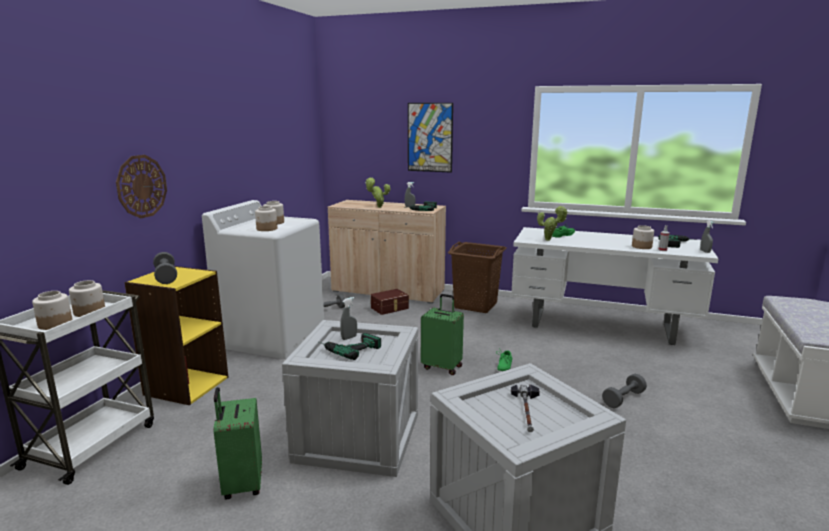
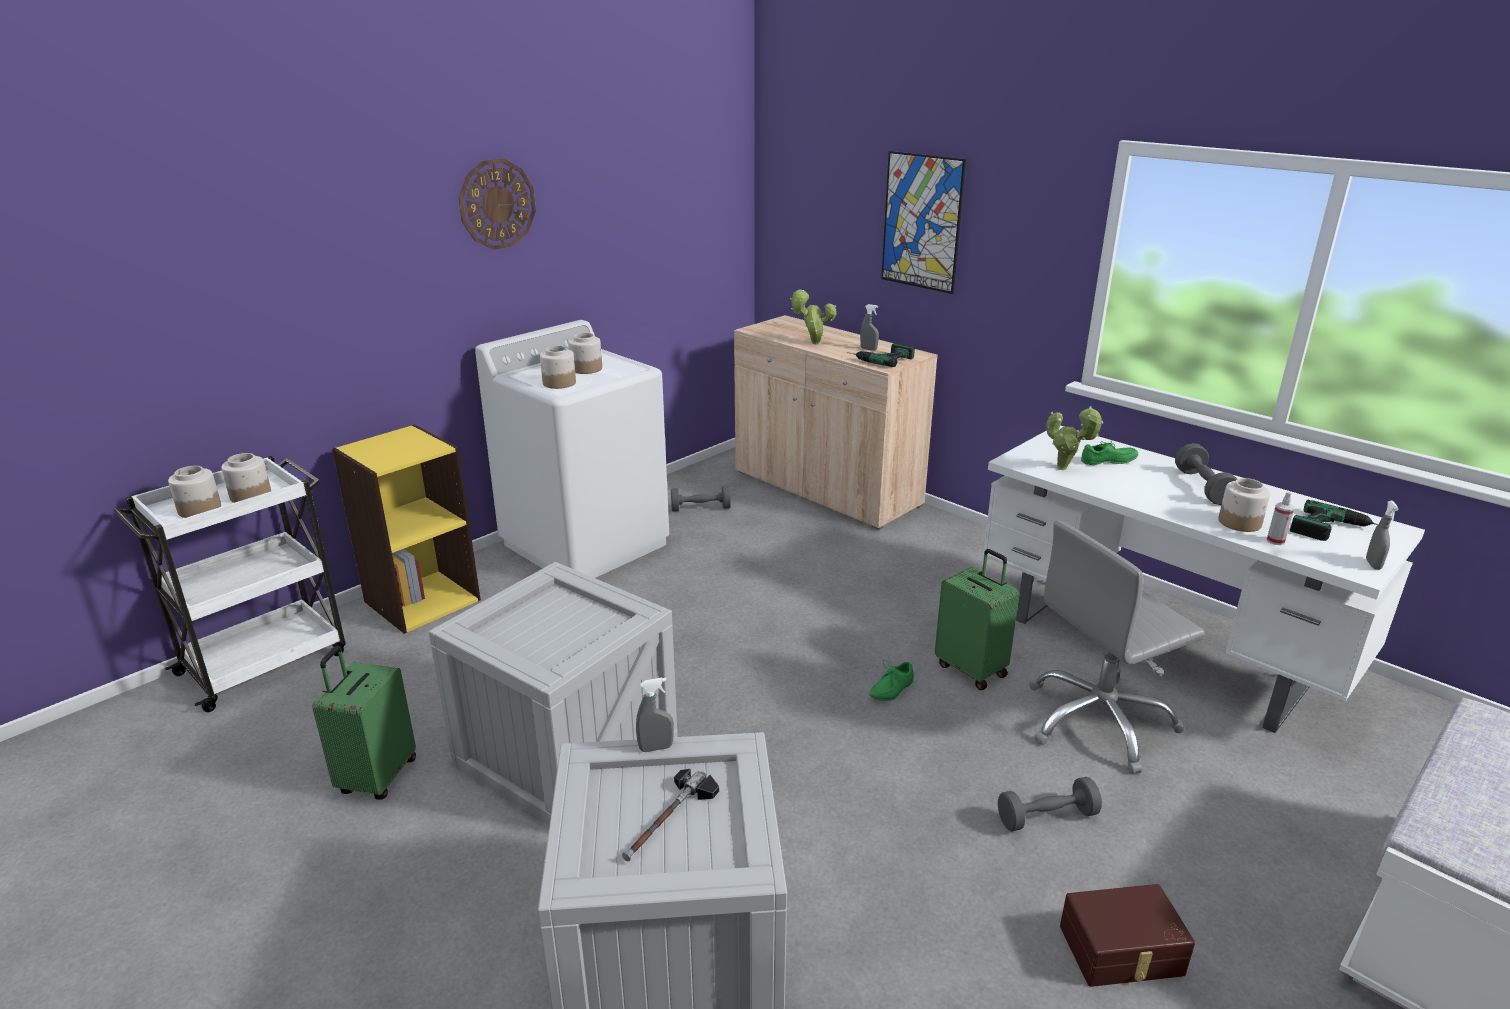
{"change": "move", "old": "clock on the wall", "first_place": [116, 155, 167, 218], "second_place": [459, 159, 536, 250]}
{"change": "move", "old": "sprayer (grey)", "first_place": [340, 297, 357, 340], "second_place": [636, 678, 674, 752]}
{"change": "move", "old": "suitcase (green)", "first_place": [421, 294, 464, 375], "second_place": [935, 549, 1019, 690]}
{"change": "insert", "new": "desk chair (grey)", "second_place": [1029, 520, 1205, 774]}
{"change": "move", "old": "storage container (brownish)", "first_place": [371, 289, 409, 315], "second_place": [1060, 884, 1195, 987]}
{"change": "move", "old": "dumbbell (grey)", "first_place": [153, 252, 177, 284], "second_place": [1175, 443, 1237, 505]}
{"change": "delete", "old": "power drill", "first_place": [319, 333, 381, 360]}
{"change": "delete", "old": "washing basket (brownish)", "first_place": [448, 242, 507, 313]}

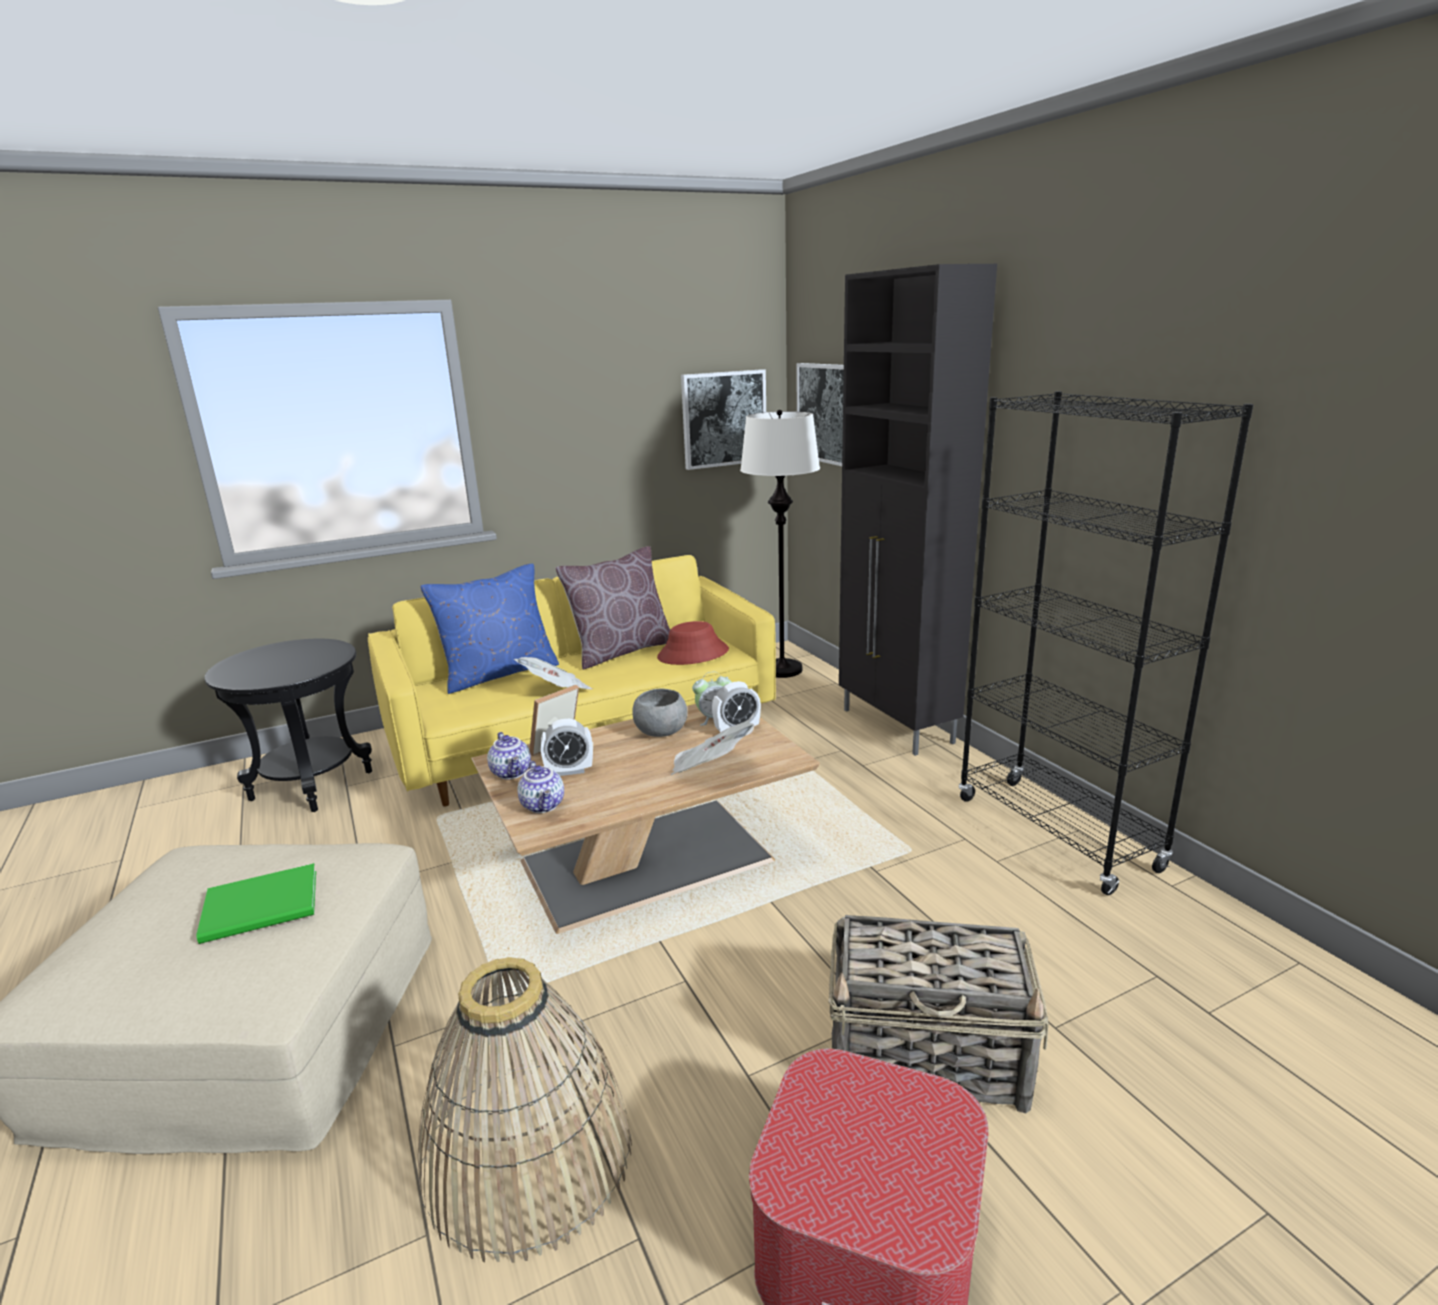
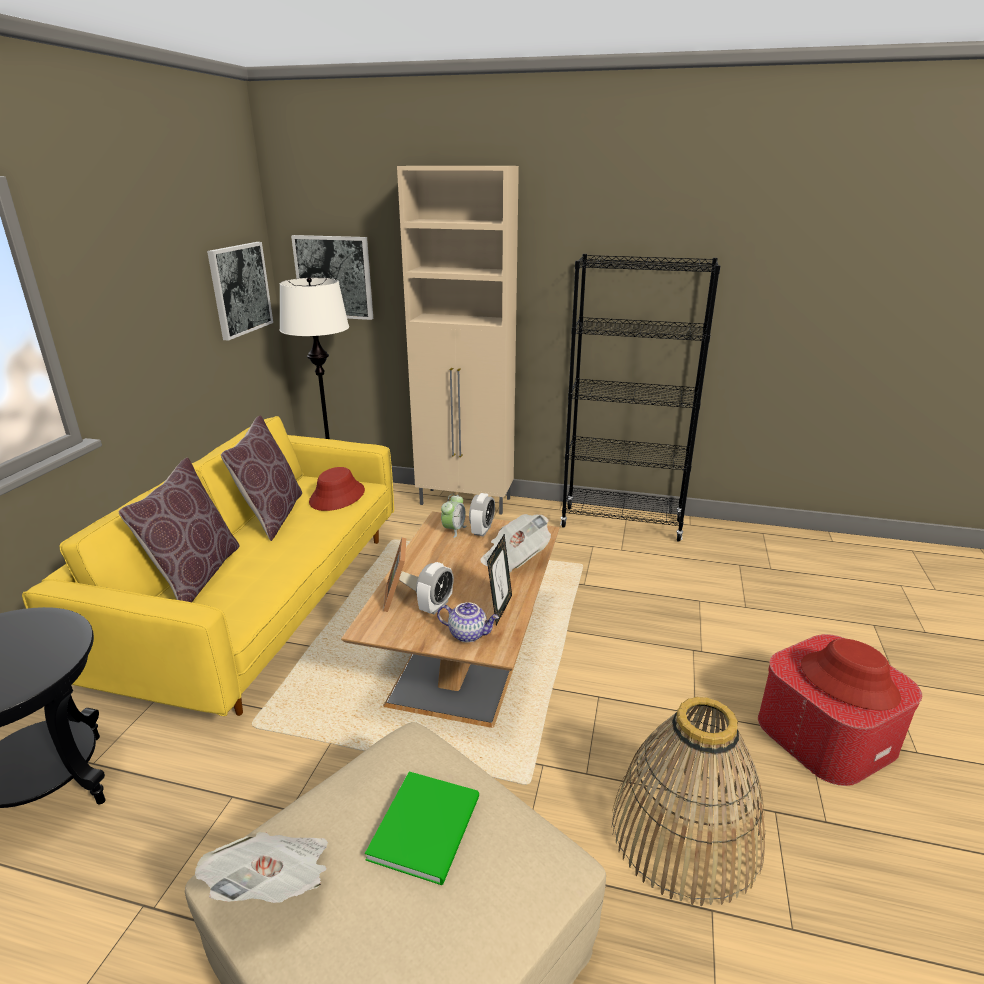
{"change": "recolor", "old": "throw pillow (bluish)", "new": "throw pillow (brownish)", "first_place": [420, 564, 559, 694], "second_place": [118, 458, 240, 602]}
{"change": "move", "old": "daily paper", "first_place": [514, 657, 593, 689], "second_place": [195, 832, 328, 903]}
{"change": "recolor", "old": "storage cabinet (black-coloured)", "new": "storage cabinet (beige)", "first_place": [839, 264, 997, 756], "second_place": [397, 166, 519, 515]}
{"change": "insert", "new": "photo frame", "second_place": [487, 534, 512, 626]}
{"change": "insert", "new": "hat (red-coloured)", "second_place": [801, 638, 901, 711]}
{"change": "delete", "old": "tea pot", "first_place": [487, 732, 531, 779]}
{"change": "delete", "old": "bowl (grey)", "first_place": [632, 688, 688, 737]}
{"change": "delete", "old": "storage basket", "first_place": [829, 915, 1048, 1113]}

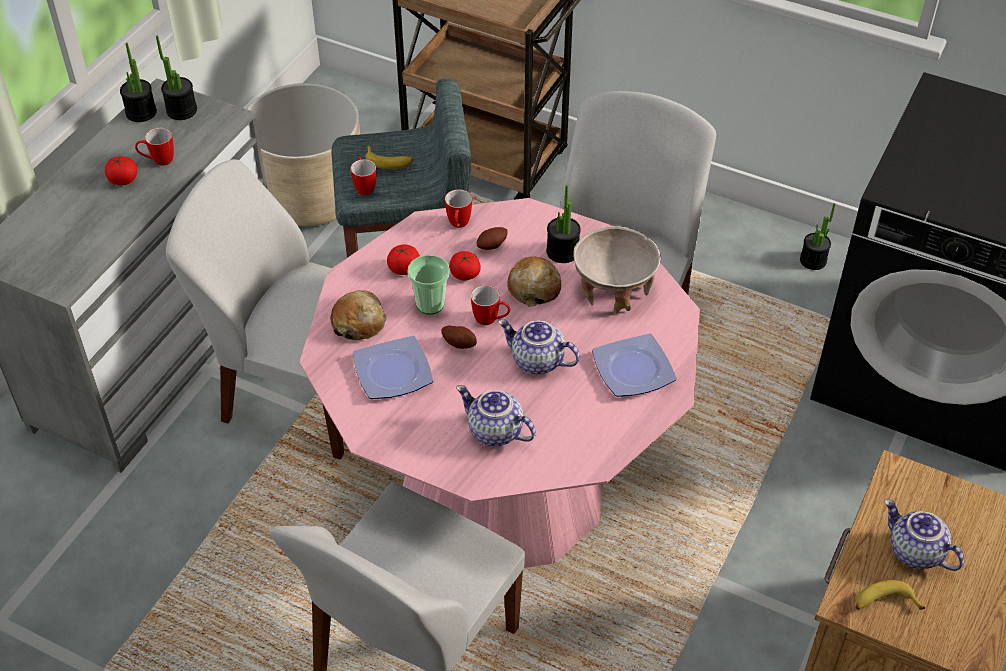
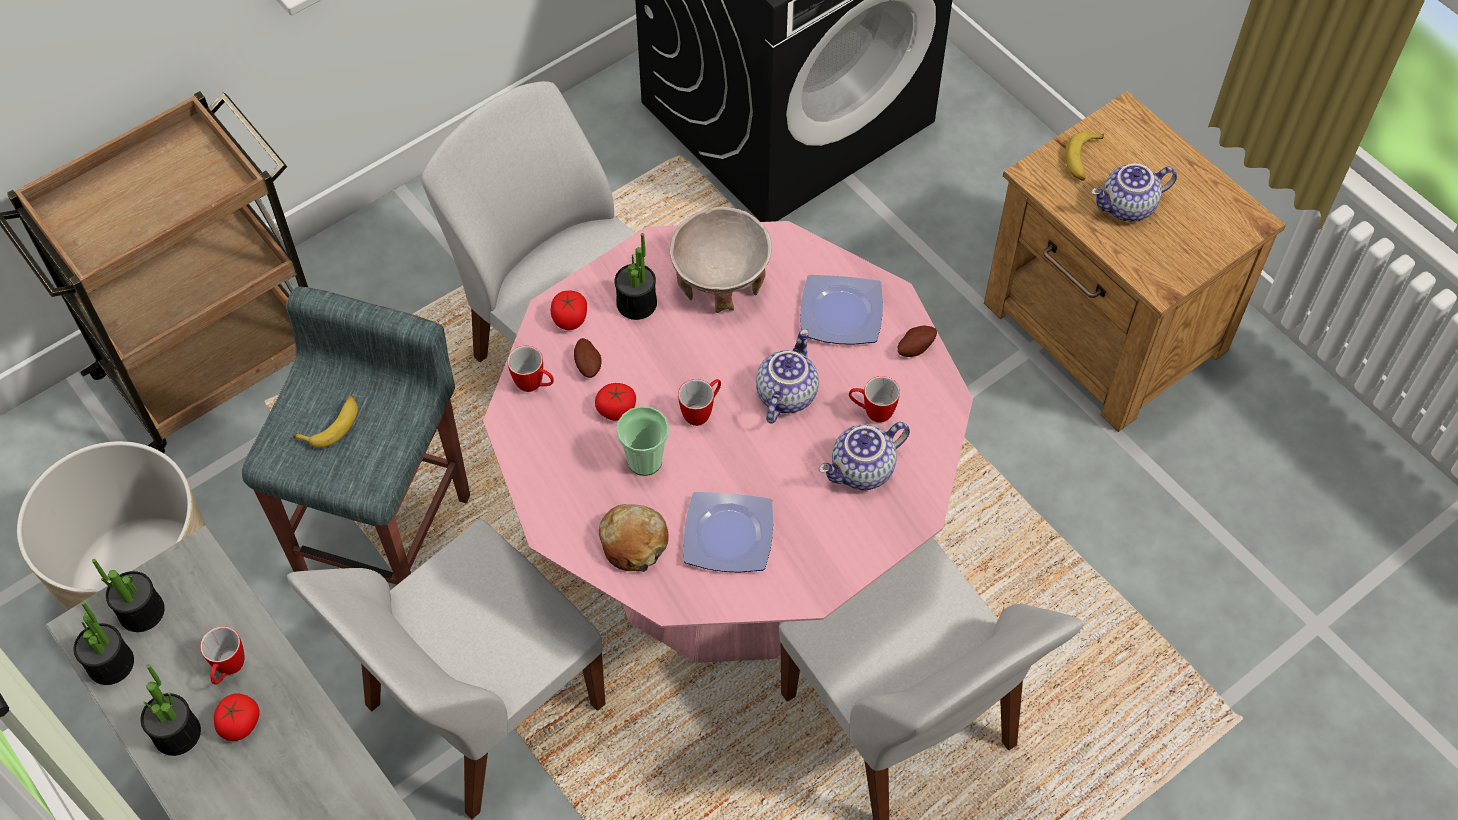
{"change": "move", "old": "potted plant", "first_place": [800, 203, 836, 270], "second_place": [141, 664, 201, 756]}
{"change": "move", "old": "whole tomato", "first_place": [387, 244, 420, 275], "second_place": [551, 291, 587, 330]}
{"change": "rotate", "old": "tea pot", "first_place": [498, 319, 580, 374], "second_place": [756, 329, 819, 423], "degrees": 150}
{"change": "move", "old": "coffee mug", "first_place": [350, 157, 376, 196], "second_place": [849, 376, 900, 423]}
{"change": "move", "old": "potato", "first_place": [442, 326, 477, 349], "second_place": [898, 326, 937, 357]}
{"change": "move", "old": "whole banana", "first_place": [855, 580, 925, 610], "second_place": [1065, 132, 1104, 181]}
{"change": "delete", "old": "baked bread", "first_place": [507, 257, 561, 307]}

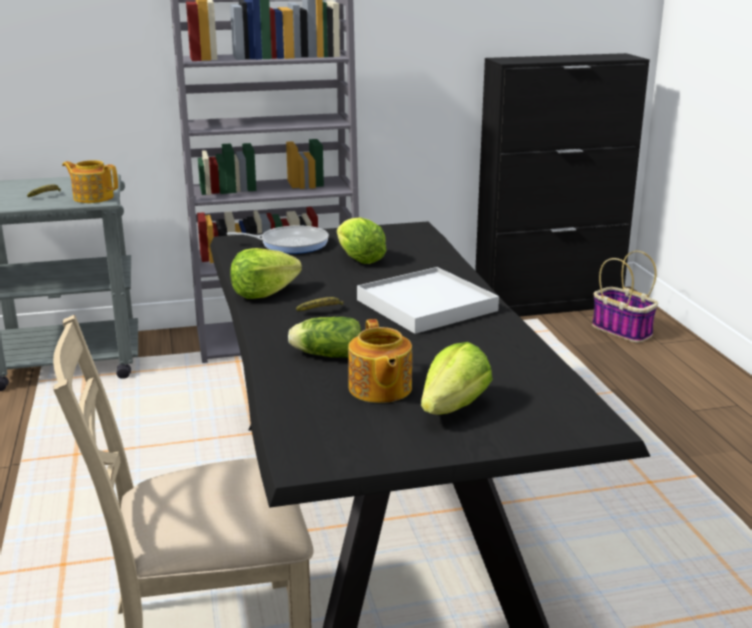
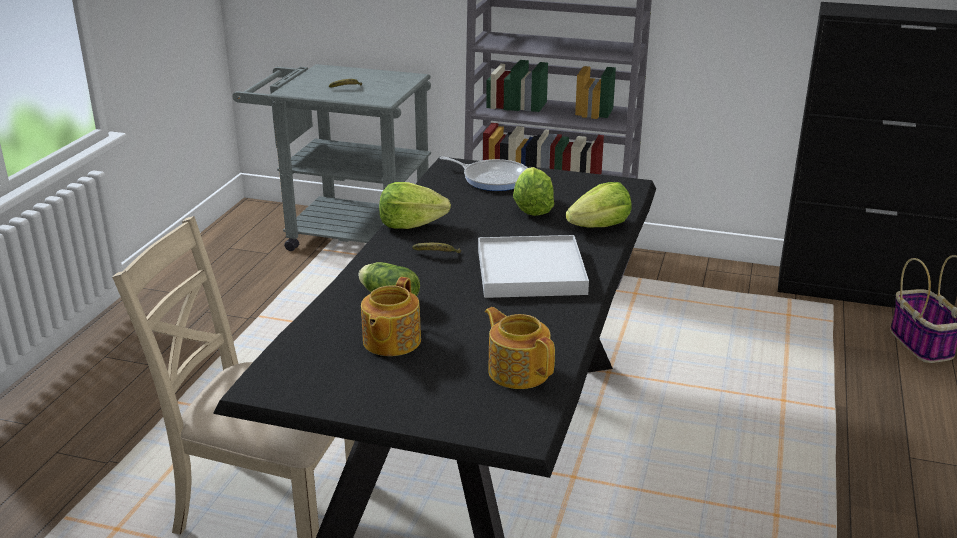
{"change": "move", "old": "tea pot", "first_place": [62, 160, 118, 203], "second_place": [485, 307, 555, 389]}
{"change": "move", "old": "lettuce head", "first_place": [421, 342, 493, 414], "second_place": [566, 182, 632, 228]}

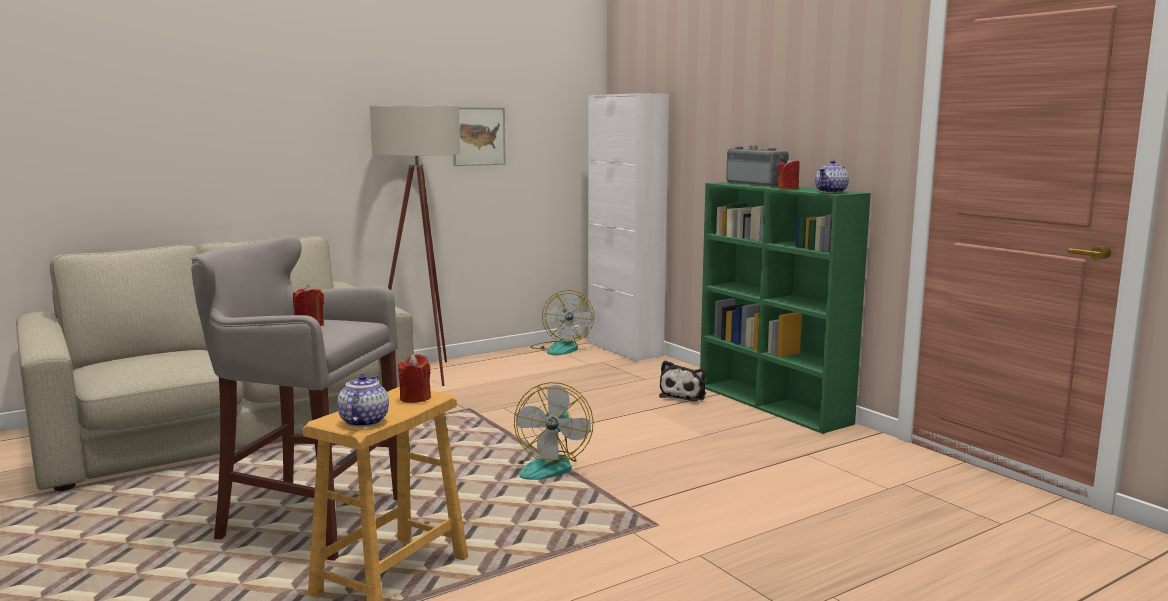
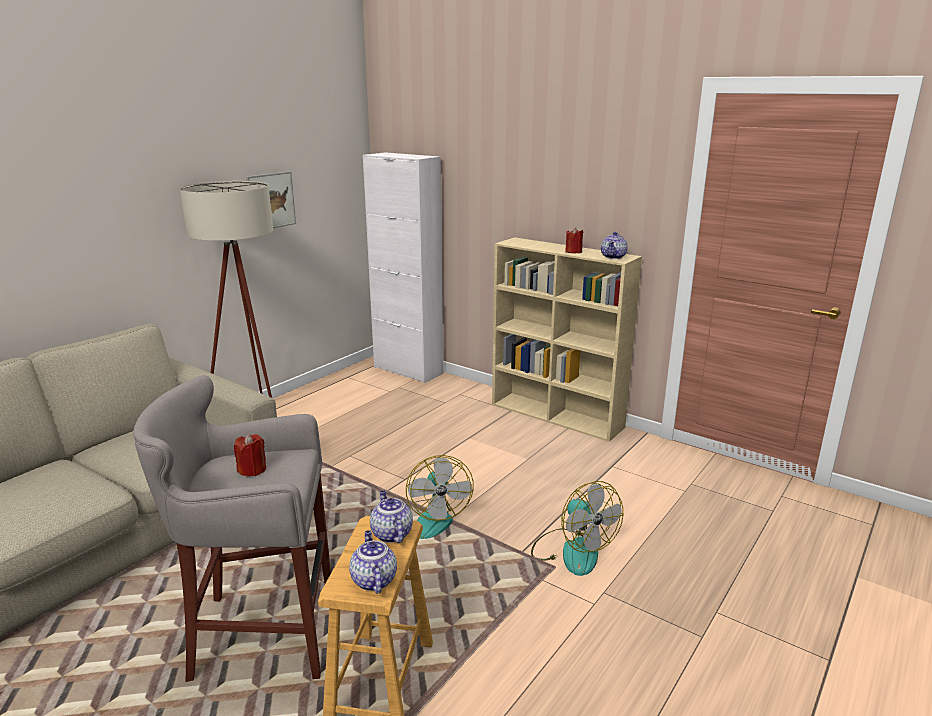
{"change": "replace", "old": "wax candle (red-coloured)", "new": "tea pot", "first_place": [398, 354, 431, 403], "second_place": [370, 490, 413, 543]}
{"change": "recolor", "old": "bookcase (green)", "new": "bookcase (beige)", "first_place": [700, 182, 871, 434], "second_place": [492, 237, 642, 442]}
{"change": "move", "old": "electric fan", "first_place": [531, 290, 594, 355], "second_place": [531, 481, 623, 576]}
{"change": "delete", "old": "plush toy", "first_place": [659, 360, 706, 401]}
{"change": "delete", "old": "radio receiver", "first_place": [726, 145, 789, 187]}

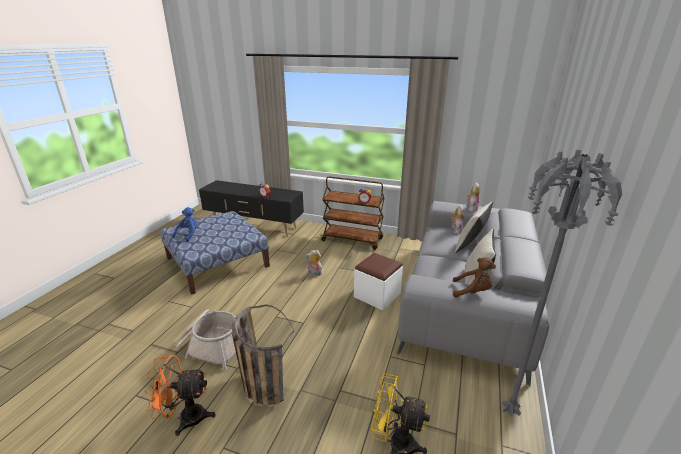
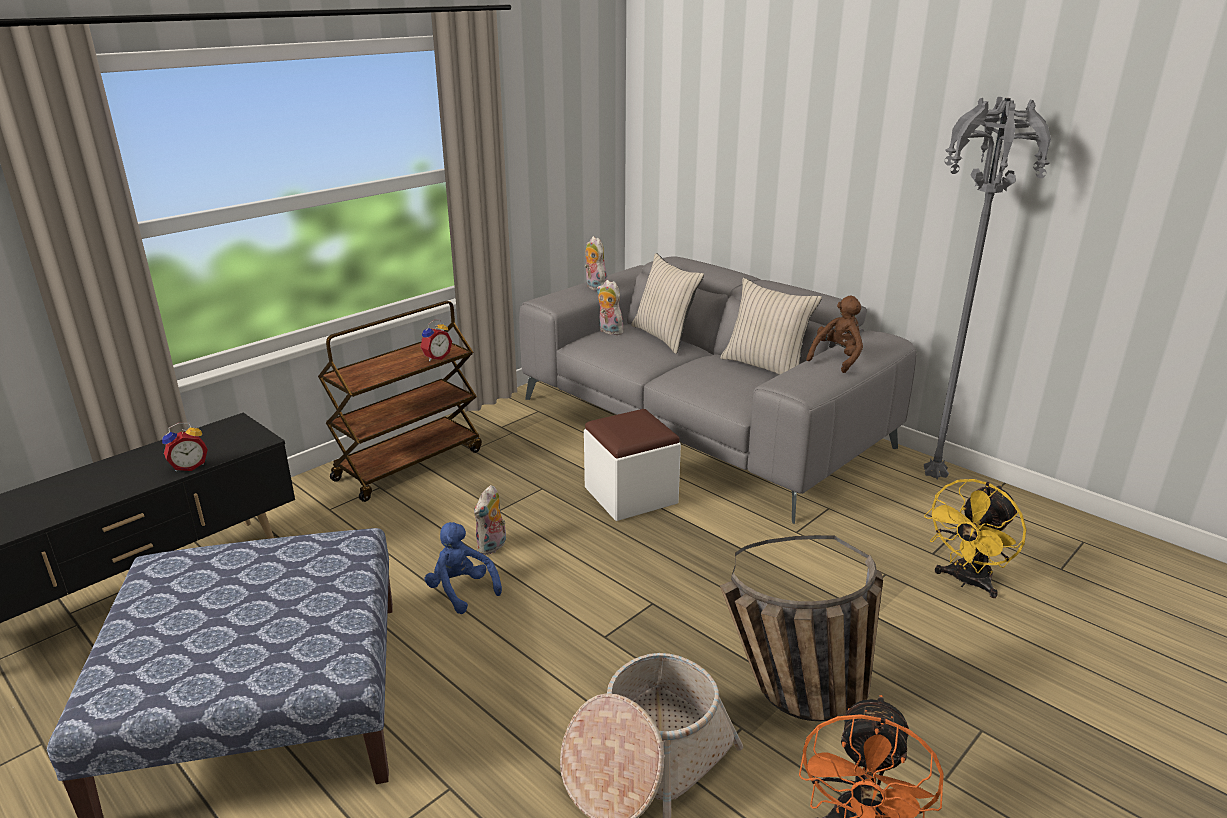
{"change": "move", "old": "plush toy (bluish)", "first_place": [172, 207, 198, 242], "second_place": [425, 522, 502, 614]}

